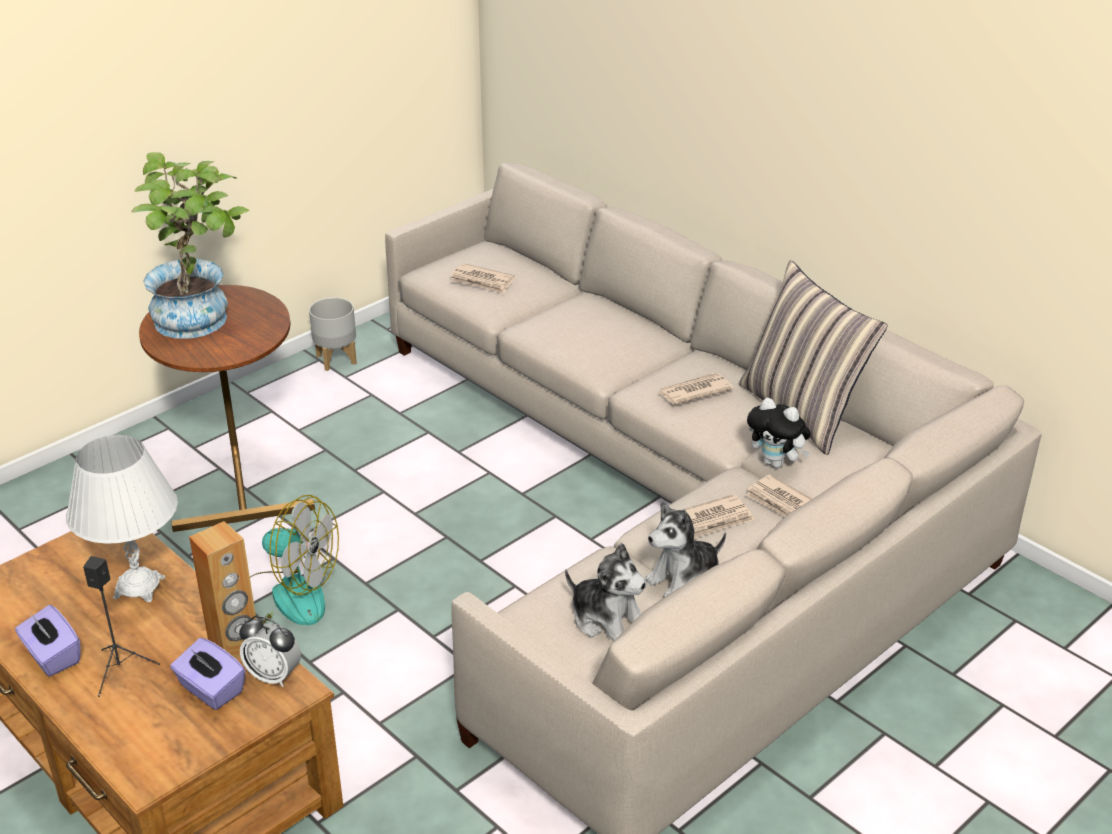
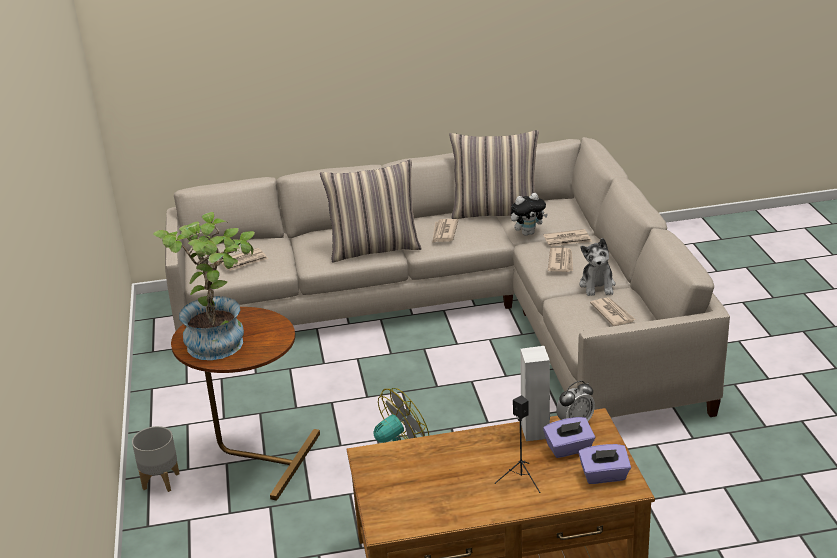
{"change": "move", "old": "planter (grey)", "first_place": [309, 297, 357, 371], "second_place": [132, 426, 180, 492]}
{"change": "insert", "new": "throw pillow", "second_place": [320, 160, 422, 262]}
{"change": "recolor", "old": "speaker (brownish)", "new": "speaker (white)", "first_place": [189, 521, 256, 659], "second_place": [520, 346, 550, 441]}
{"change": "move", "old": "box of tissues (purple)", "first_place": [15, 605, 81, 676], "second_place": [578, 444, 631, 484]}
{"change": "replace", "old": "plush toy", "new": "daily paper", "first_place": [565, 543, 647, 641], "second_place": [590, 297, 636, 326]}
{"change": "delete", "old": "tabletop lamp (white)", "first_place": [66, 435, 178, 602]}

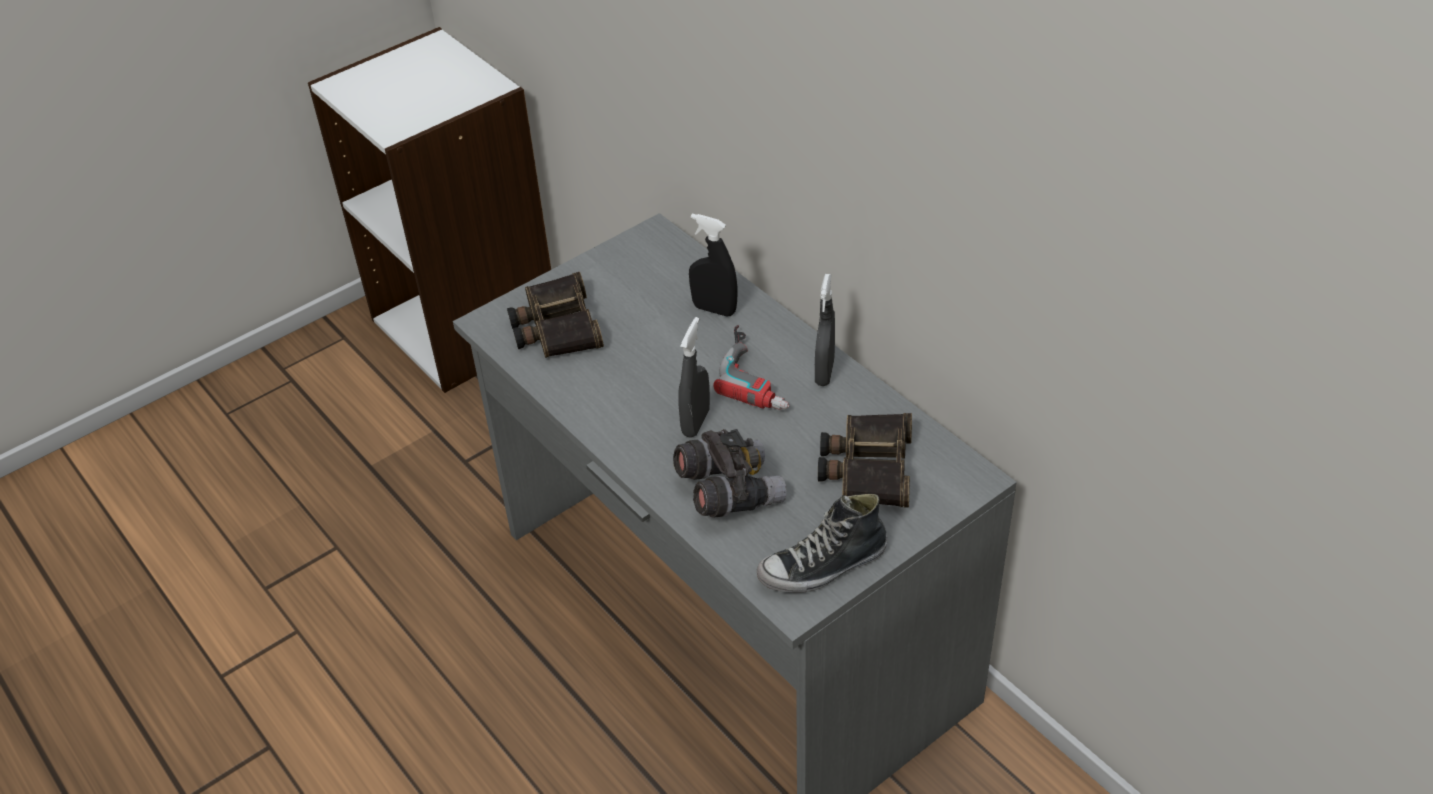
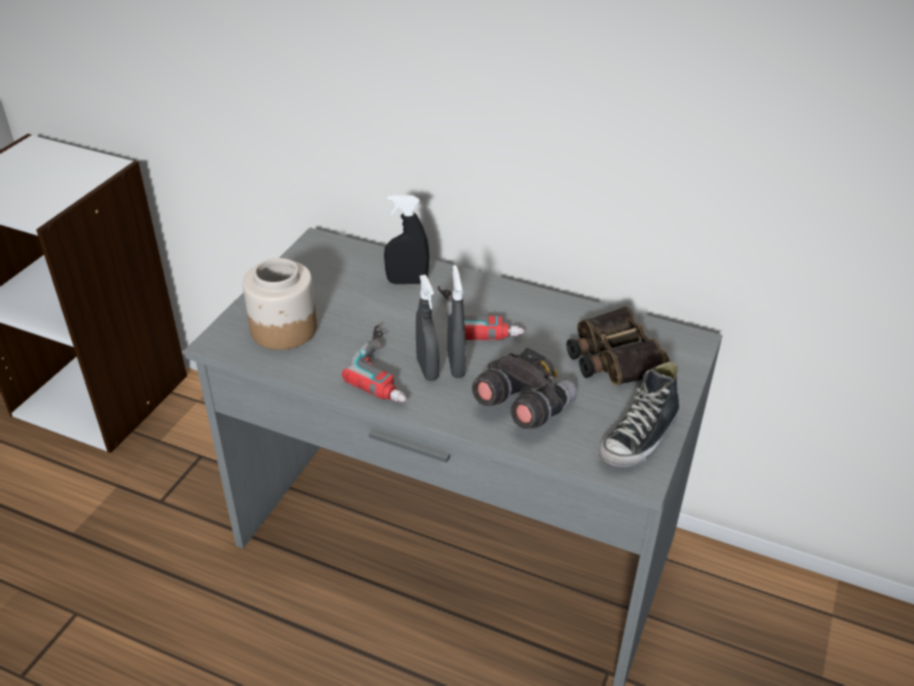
{"change": "replace", "old": "binoculars", "new": "storage jar", "first_place": [507, 272, 604, 358], "second_place": [243, 258, 317, 350]}
{"change": "insert", "new": "power drill", "second_place": [342, 325, 407, 403]}
{"change": "move", "old": "sprayer (grey)", "first_place": [815, 274, 835, 386], "second_place": [416, 275, 439, 381]}

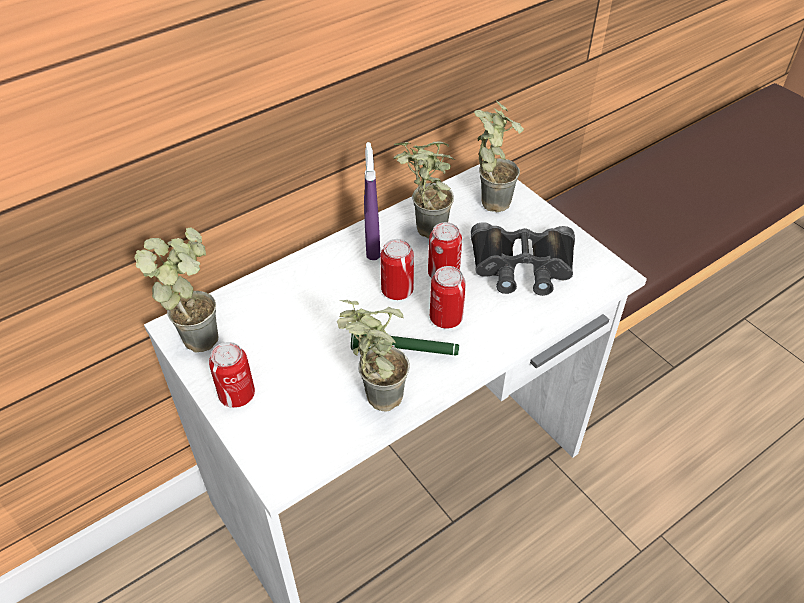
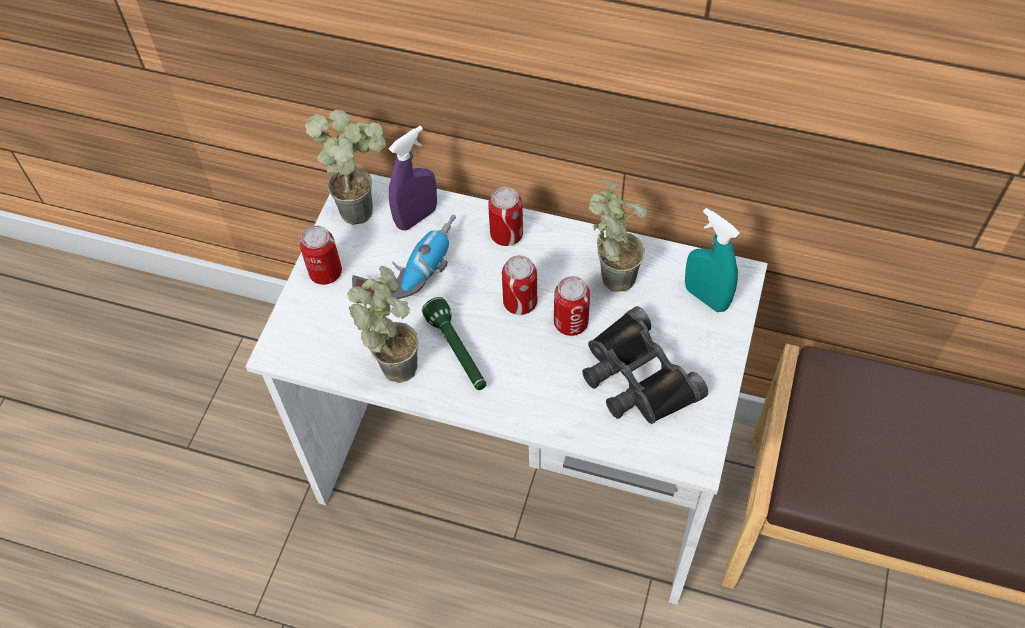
{"change": "insert", "new": "power drill", "second_place": [352, 215, 456, 303]}
{"change": "move", "old": "sprayer (purple)", "first_place": [364, 142, 381, 260], "second_place": [388, 126, 437, 230]}
{"change": "move", "old": "can", "first_place": [430, 266, 466, 328], "second_place": [488, 187, 523, 246]}
{"change": "replace", "old": "potted plant", "new": "sprayer (turquoise)", "first_place": [474, 100, 524, 213], "second_place": [685, 208, 740, 312]}

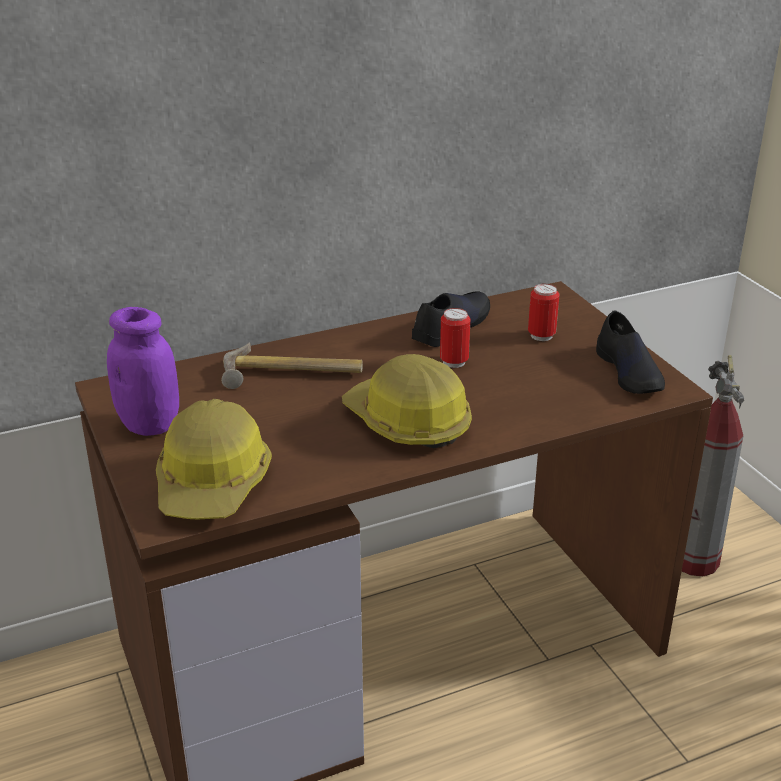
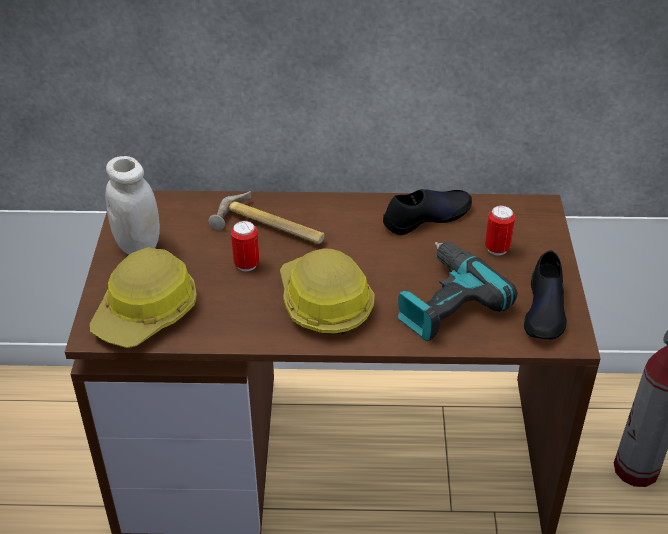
{"change": "recolor", "old": "storage jar (purple)", "new": "storage jar (white)", "first_place": [107, 307, 179, 436], "second_place": [105, 156, 160, 255]}
{"change": "move", "old": "can", "first_place": [440, 308, 470, 368], "second_place": [231, 220, 259, 271]}
{"change": "insert", "new": "power drill", "second_place": [398, 241, 518, 341]}

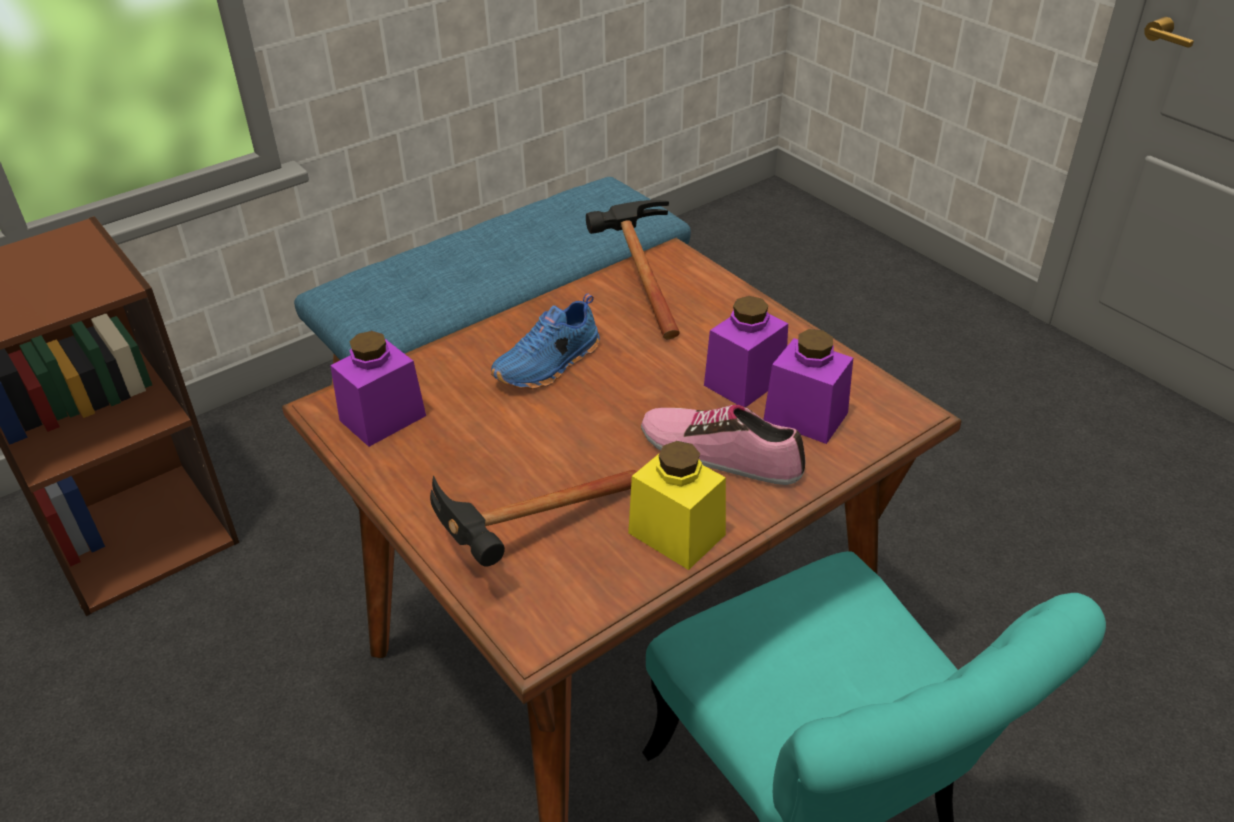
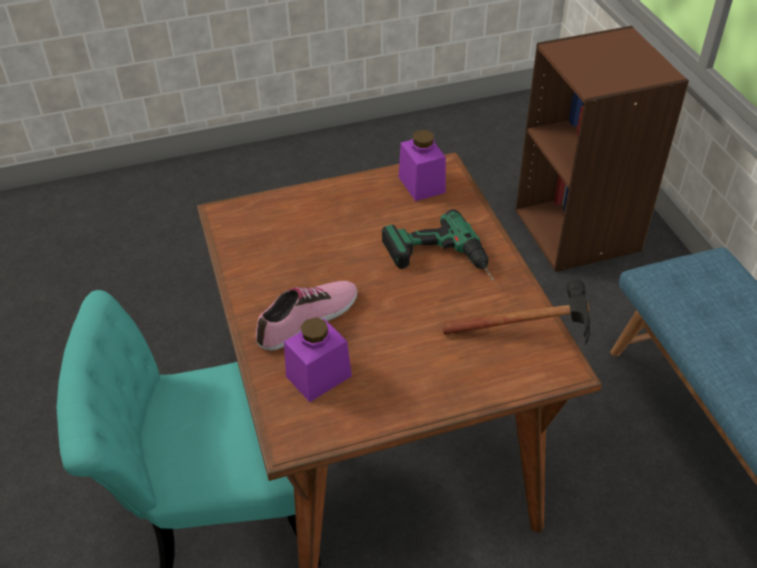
{"change": "replace", "old": "item of footwear (bluish)", "new": "power drill", "first_place": [491, 294, 600, 389], "second_place": [382, 209, 494, 281]}
{"change": "delete", "old": "hammer", "first_place": [430, 470, 637, 567]}
{"change": "delete", "old": "storage jar (yellow-coloured)", "first_place": [628, 441, 726, 570]}
{"change": "delete", "old": "storage jar (purple)", "first_place": [704, 296, 788, 407]}

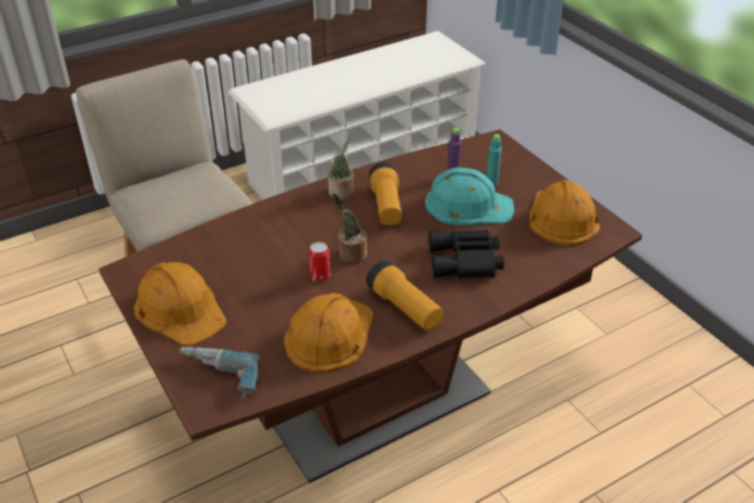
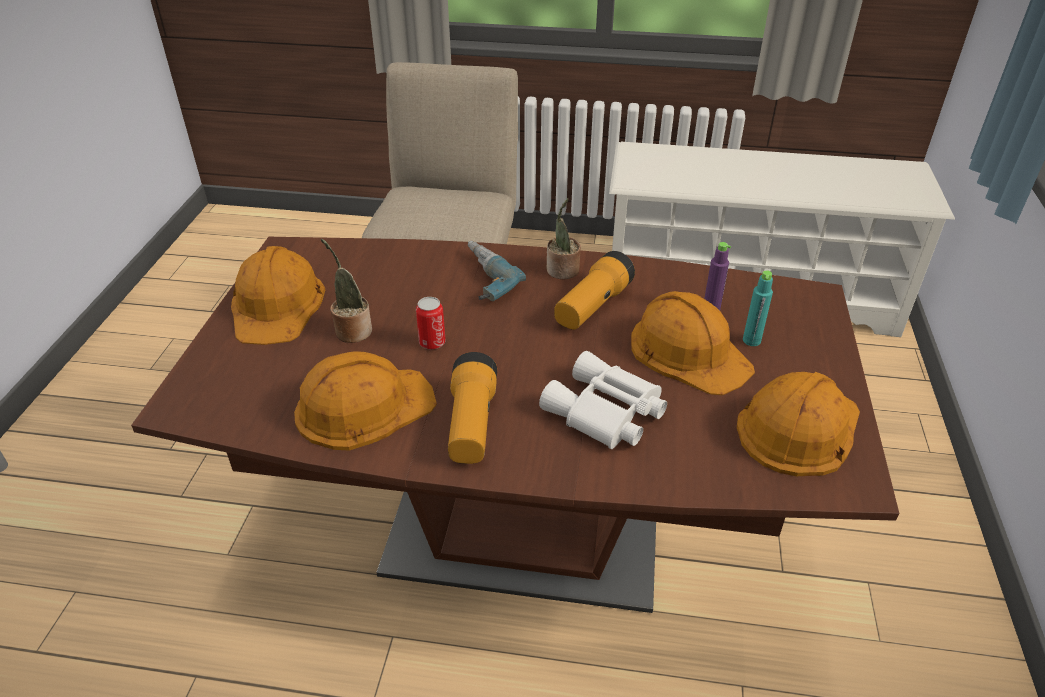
{"change": "move", "old": "potted plant", "first_place": [332, 193, 367, 263], "second_place": [321, 239, 372, 343]}
{"change": "move", "old": "power drill", "first_place": [179, 347, 261, 399], "second_place": [468, 241, 526, 301]}
{"change": "recolor", "old": "binoculars (black-coloured)", "new": "binoculars (white)", "first_place": [429, 230, 504, 279], "second_place": [539, 351, 667, 449]}
{"change": "recolor", "old": "hard hat (turquoise)", "new": "hard hat (orangey)", "first_place": [425, 167, 515, 226], "second_place": [631, 291, 755, 395]}

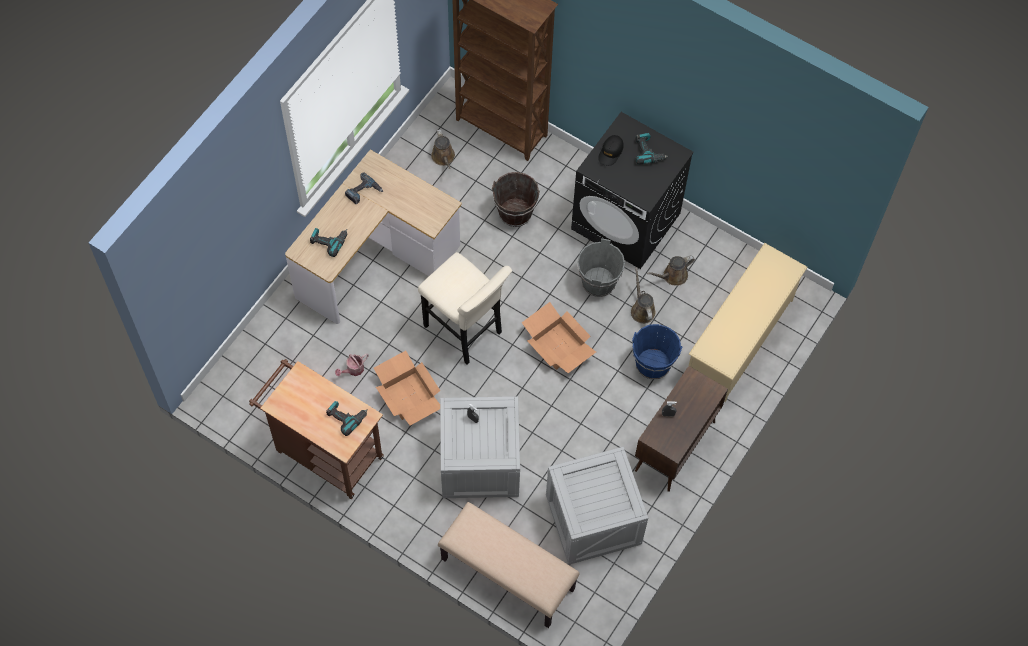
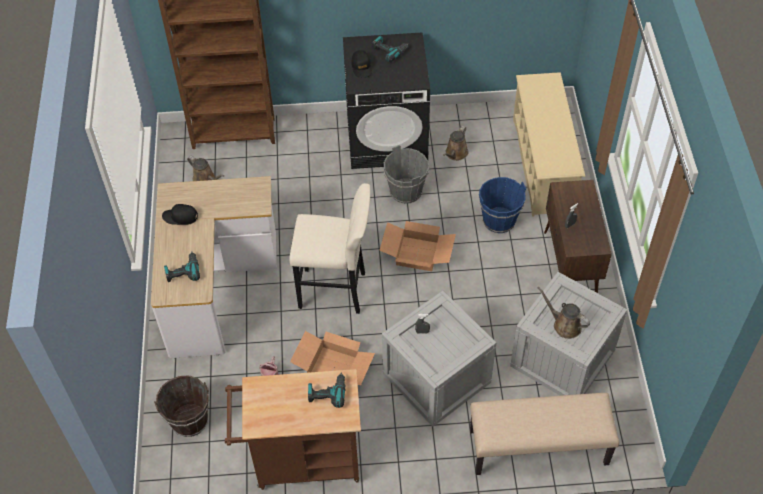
{"change": "move", "old": "water bucket (brownish)", "first_place": [492, 172, 540, 227], "second_place": [154, 375, 210, 437]}
{"change": "replace", "old": "power drill", "new": "peaked cap (black-coloured)", "first_place": [345, 172, 383, 205], "second_place": [162, 204, 198, 225]}
{"change": "move", "old": "sprinkling can (brownish)", "first_place": [631, 267, 656, 324], "second_place": [538, 287, 590, 339]}

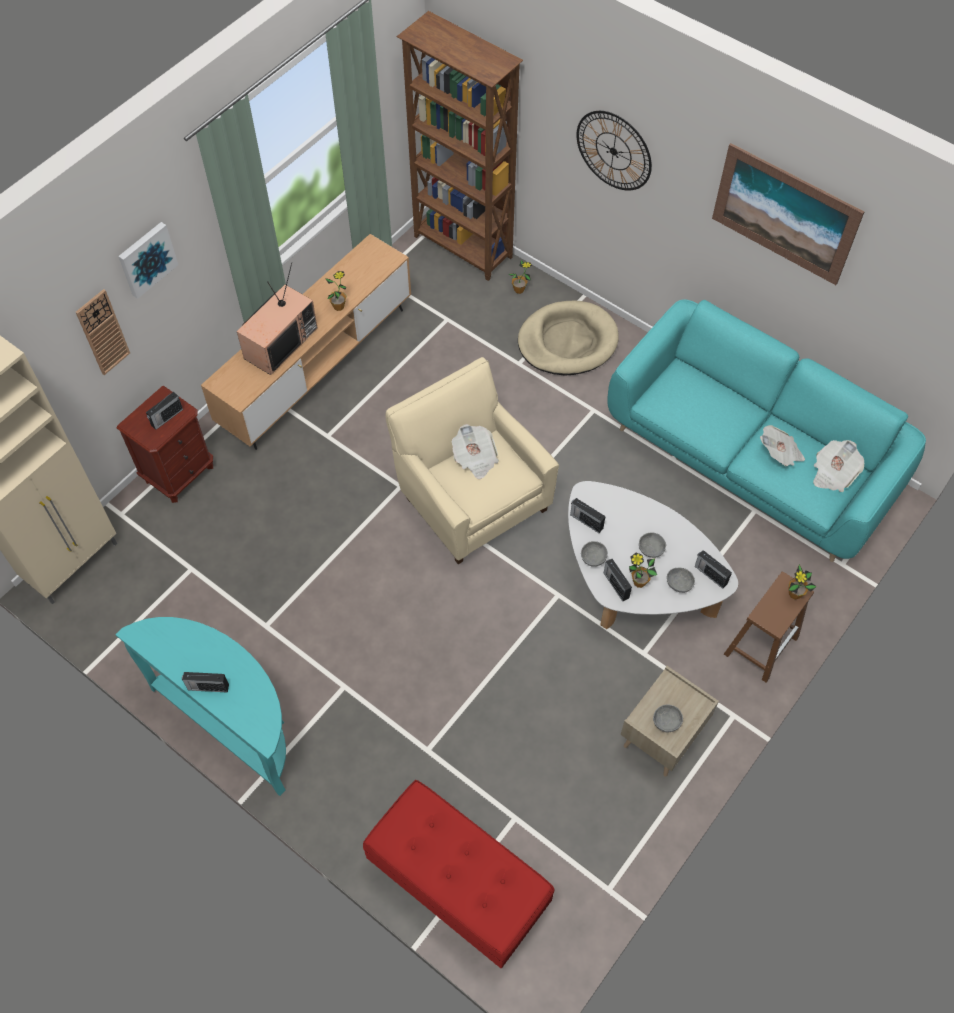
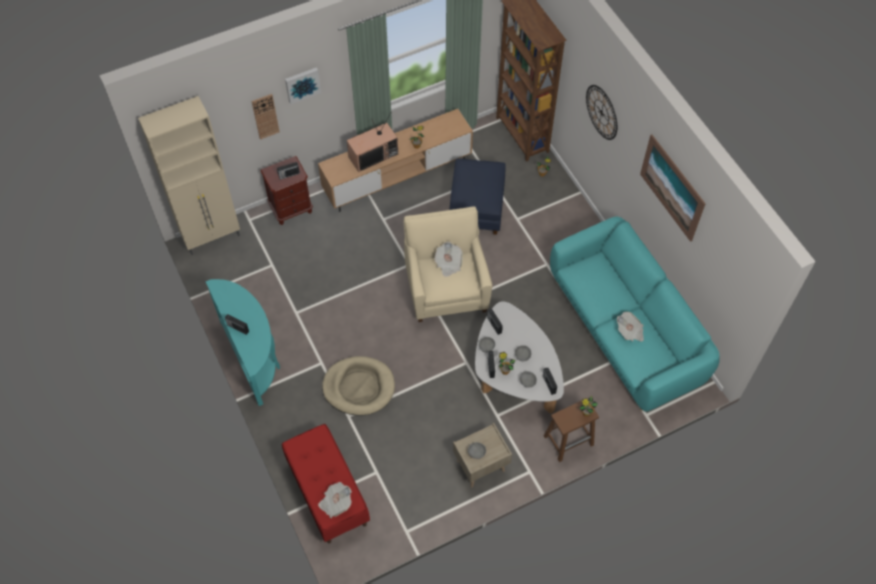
{"change": "move", "old": "daily paper", "first_place": [813, 440, 864, 492], "second_place": [318, 482, 352, 518]}
{"change": "move", "old": "pet bed (beige)", "first_place": [518, 301, 619, 376], "second_place": [322, 356, 395, 415]}
{"change": "insert", "new": "footrest (bluish)", "second_place": [449, 159, 506, 235]}

